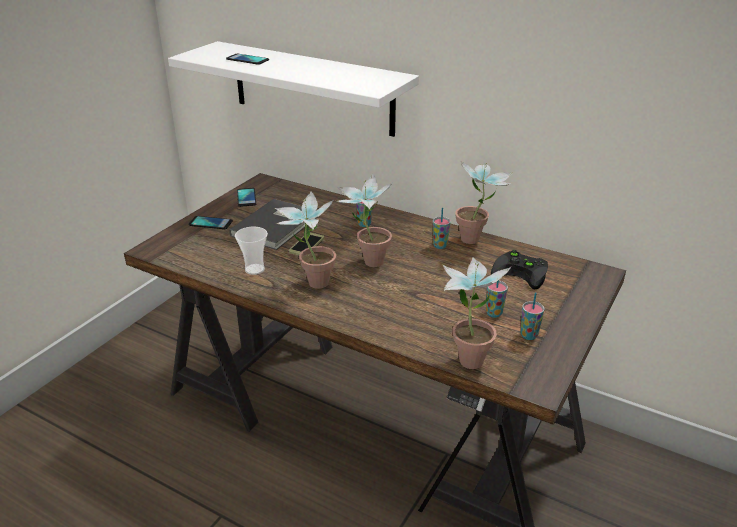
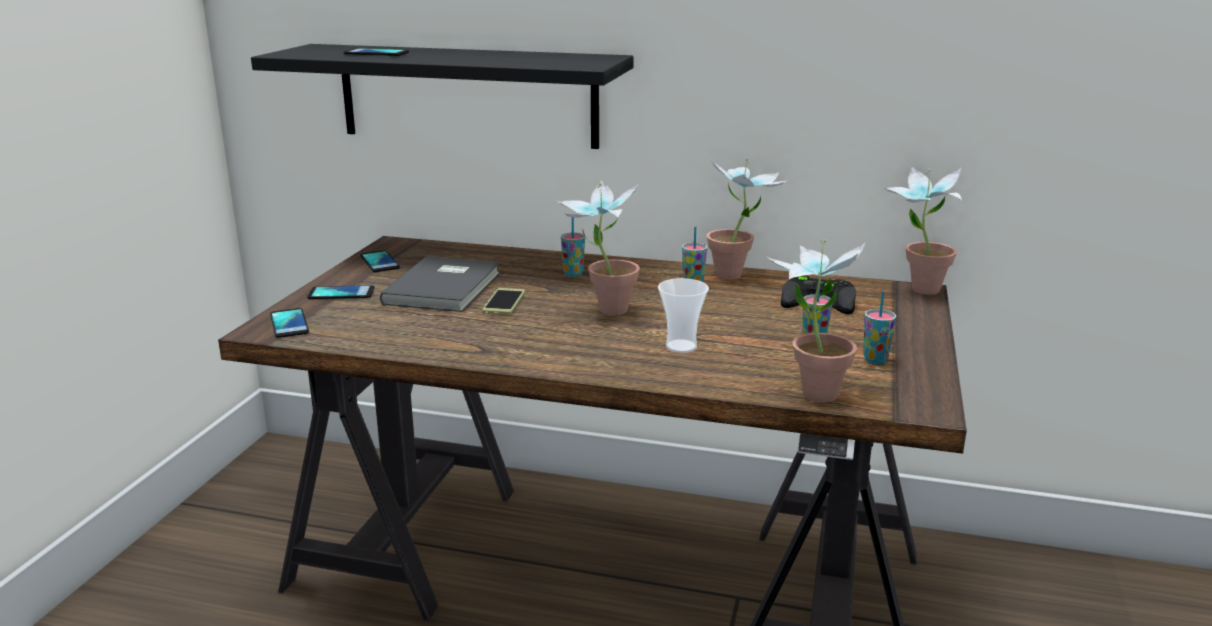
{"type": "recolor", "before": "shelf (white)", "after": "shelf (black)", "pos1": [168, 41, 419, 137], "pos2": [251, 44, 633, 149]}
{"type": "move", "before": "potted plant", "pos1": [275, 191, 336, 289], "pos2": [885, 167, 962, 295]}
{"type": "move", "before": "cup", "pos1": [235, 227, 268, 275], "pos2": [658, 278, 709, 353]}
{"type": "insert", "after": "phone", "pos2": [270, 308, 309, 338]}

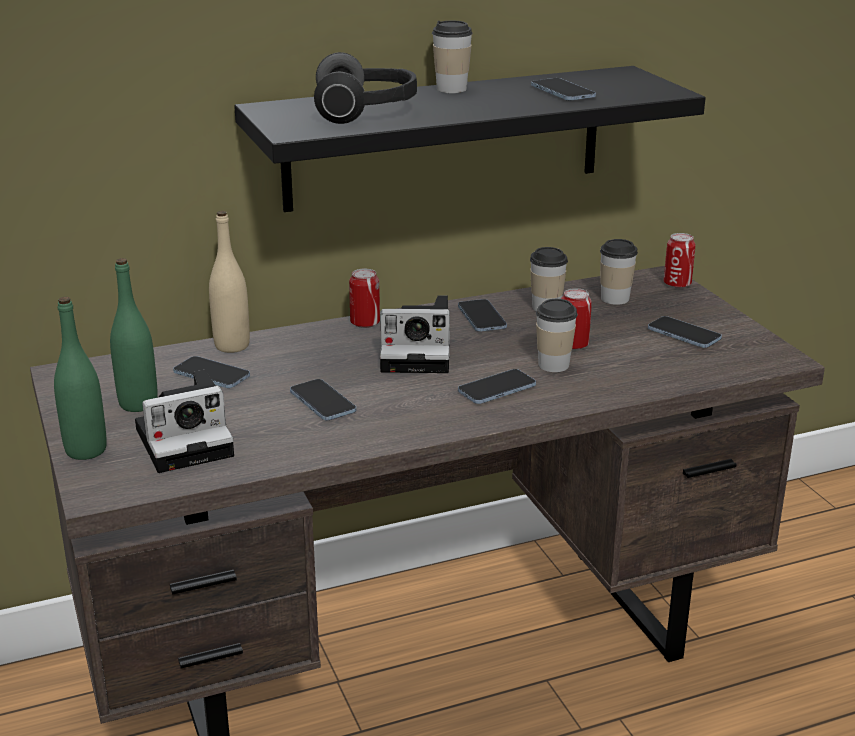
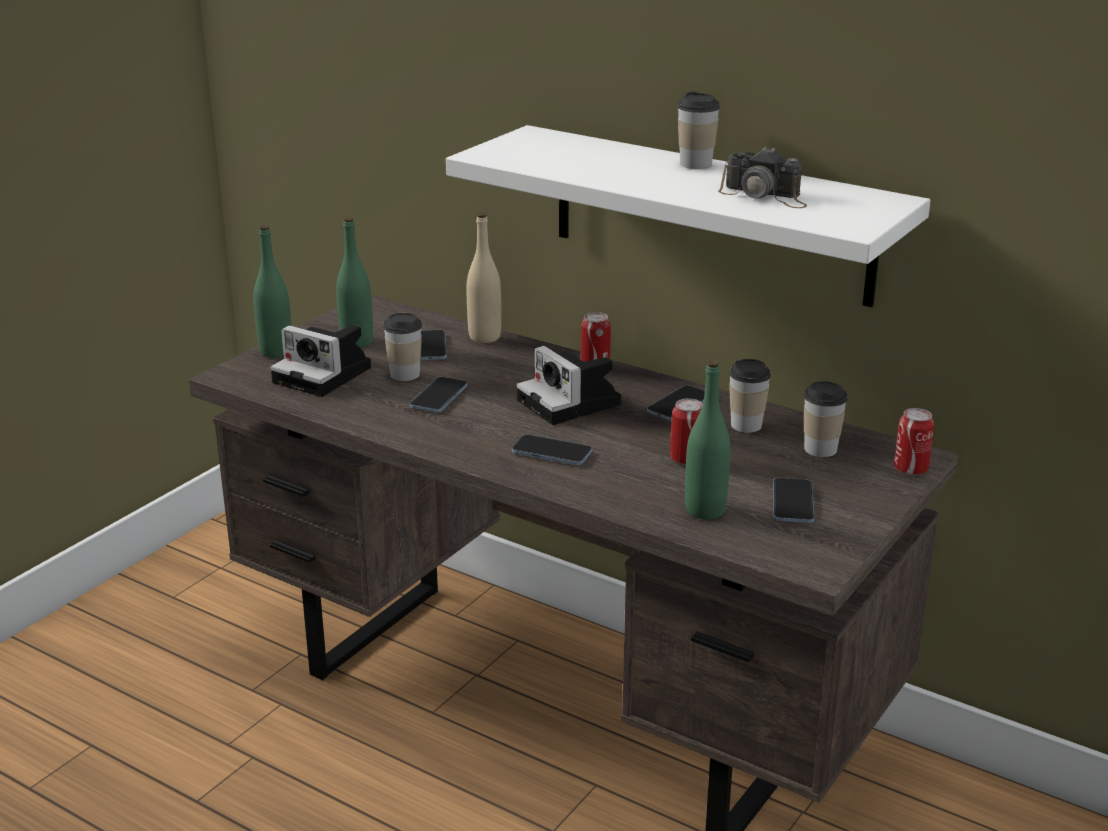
{"type": "delete", "before": "headphones", "pos1": [314, 52, 417, 124]}
{"type": "recolor", "before": "shelf (black)", "after": "shelf (white)", "pos1": [234, 66, 705, 212], "pos2": [446, 125, 931, 307]}
{"type": "replace", "before": "phone", "after": "photo camera", "pos1": [531, 78, 596, 100], "pos2": [718, 147, 807, 208]}
{"type": "move", "before": "cup", "pos1": [536, 299, 578, 372], "pos2": [383, 313, 422, 381]}
{"type": "insert", "after": "bottle (green)", "pos2": [685, 360, 730, 520]}

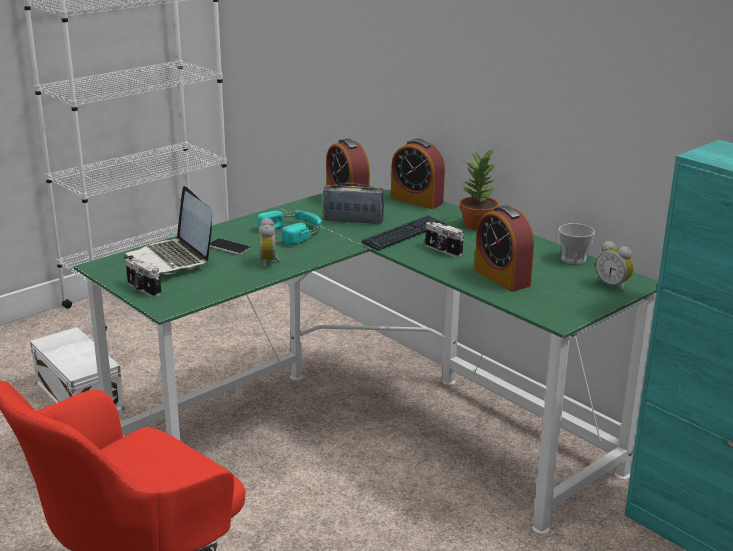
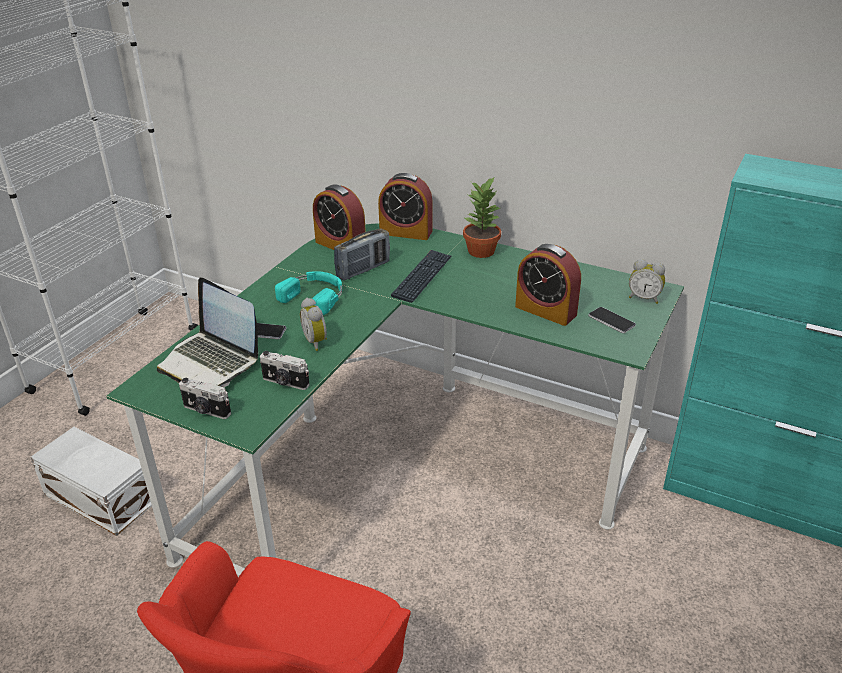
{"type": "rotate", "before": "radio", "pos1": [323, 183, 384, 224], "pos2": [334, 228, 390, 280], "turn": 150}
{"type": "move", "before": "photo camera", "pos1": [425, 220, 464, 257], "pos2": [260, 351, 310, 390]}
{"type": "delete", "before": "cup", "pos1": [558, 223, 595, 264]}
{"type": "insert", "after": "phone", "pos2": [588, 307, 636, 333]}

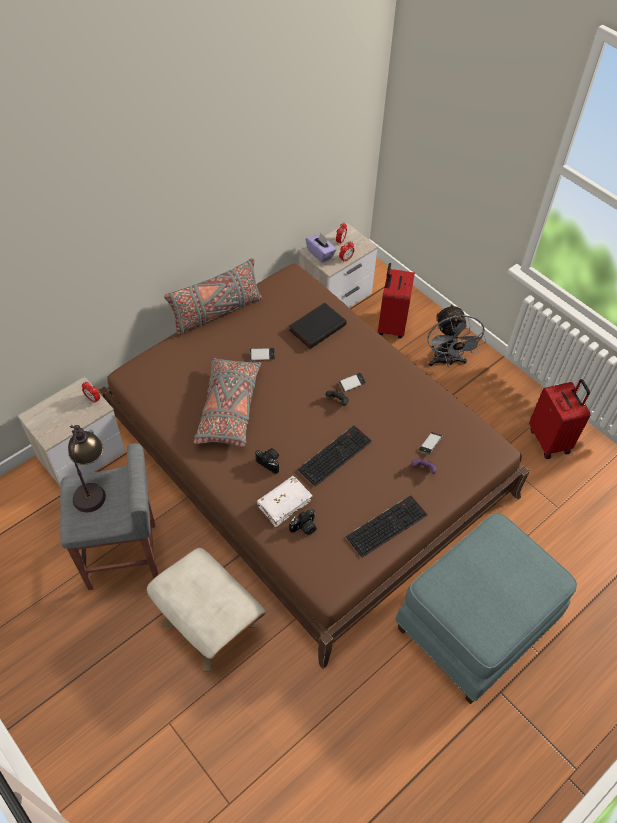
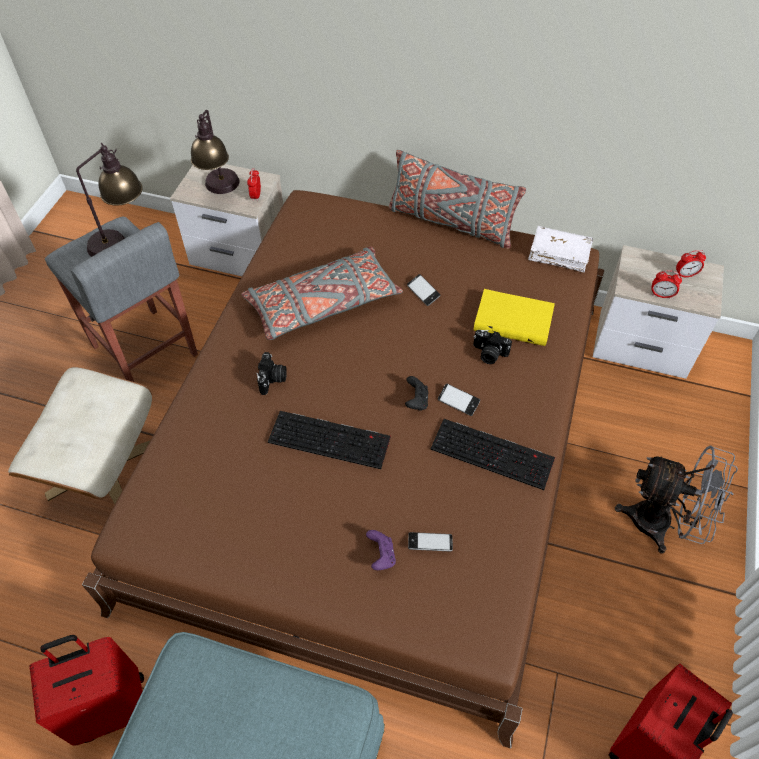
{"type": "delete", "before": "tissue box (purple)", "pos1": [306, 232, 337, 263]}
{"type": "move", "before": "suitcase (red)", "pos1": [378, 263, 415, 338], "pos2": [30, 635, 144, 746]}
{"type": "recolor", "before": "book (black)", "after": "book (yellow)", "pos1": [289, 303, 347, 349], "pos2": [473, 289, 555, 346]}
{"type": "rotate", "before": "fan (grey)", "pos1": [427, 304, 487, 367], "pos2": [615, 445, 738, 553], "turn": -120}
{"type": "move", "before": "book (white)", "pos1": [257, 476, 312, 527], "pos2": [528, 226, 593, 272]}
{"type": "move", "before": "keyboard", "pos1": [346, 495, 428, 558], "pos2": [430, 419, 555, 490]}
{"type": "move", "before": "photo camera", "pos1": [289, 509, 317, 536], "pos2": [473, 330, 512, 364]}
{"type": "insert", "after": "table lamp", "pos2": [191, 110, 240, 194]}

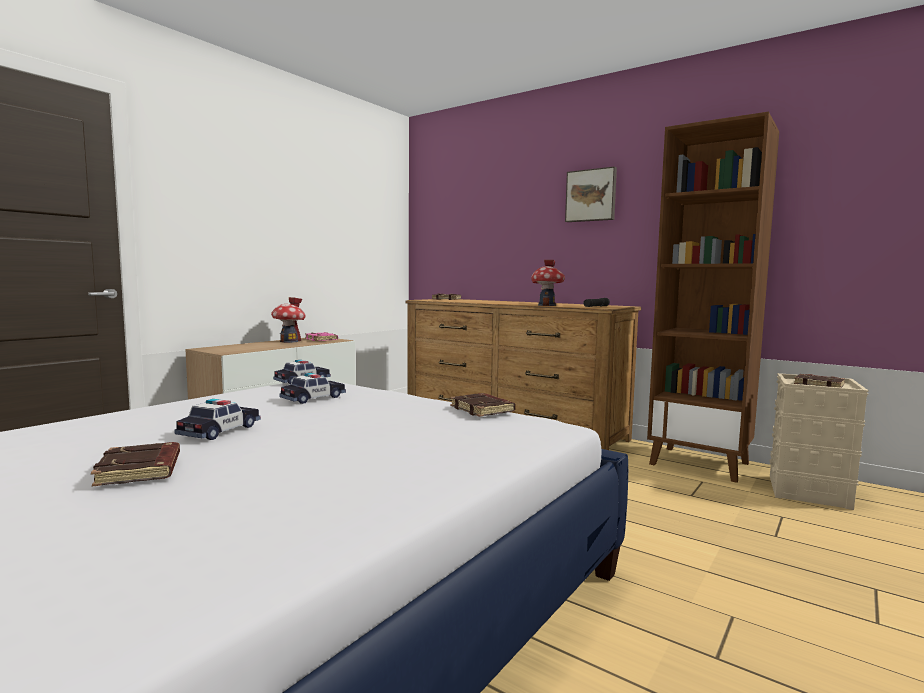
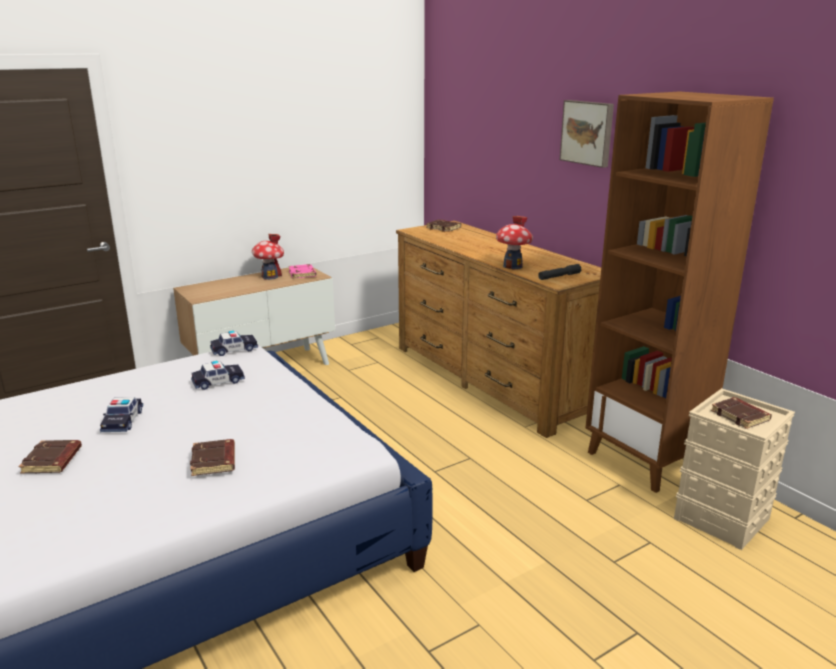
{"type": "move", "before": "book (brown)", "pos1": [450, 393, 515, 417], "pos2": [190, 439, 235, 476]}
{"type": "rotate", "before": "toy car", "pos1": [174, 399, 261, 440], "pos2": [100, 397, 143, 432], "turn": 135}

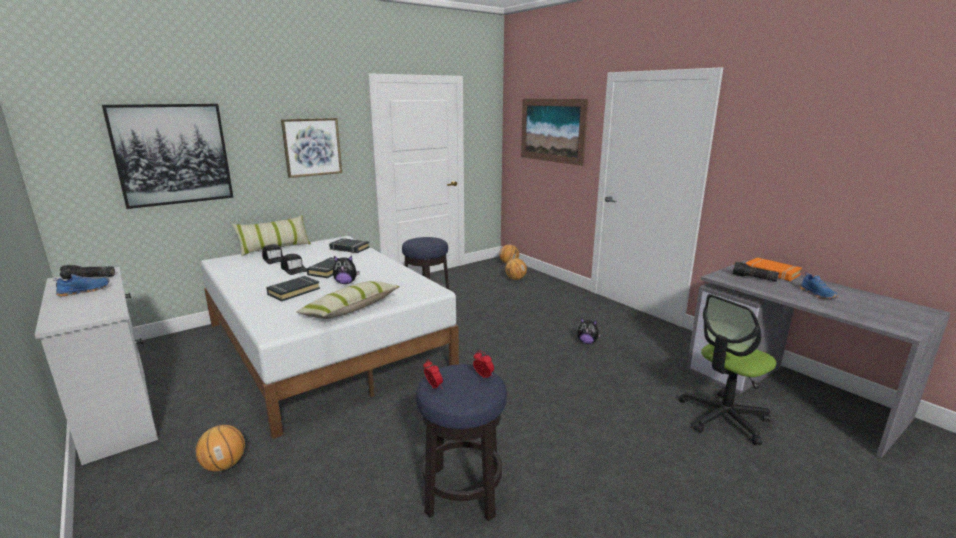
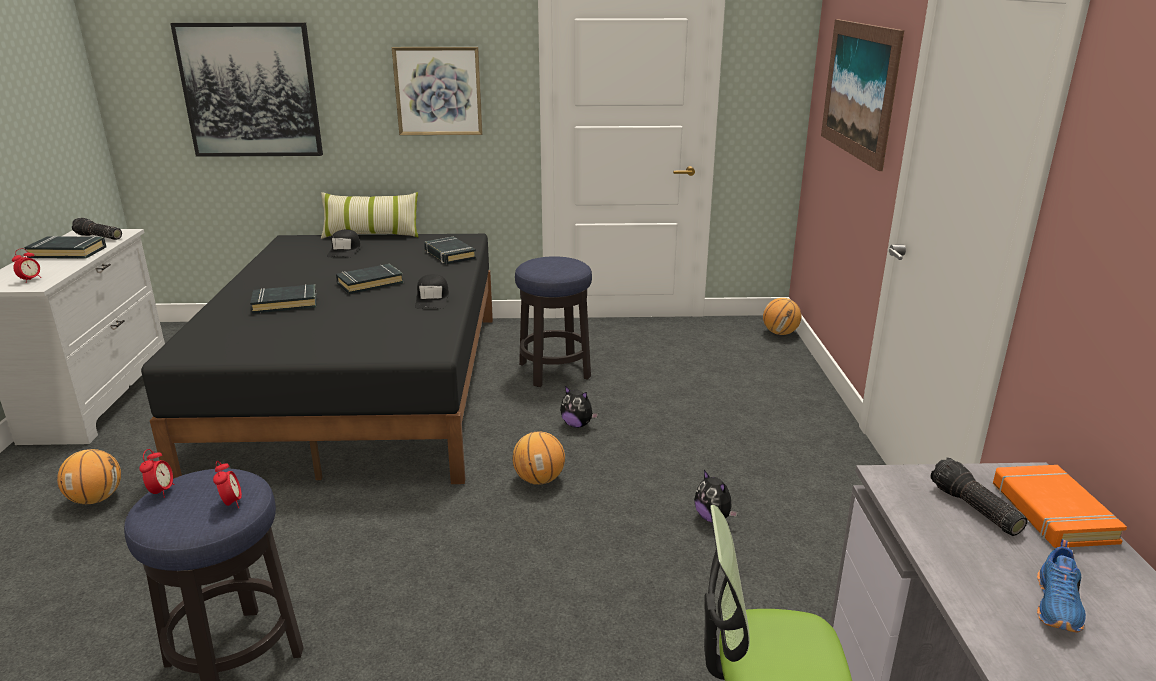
{"type": "recolor", "before": "bed (white)", "after": "bed (black)", "pos1": [201, 236, 459, 439], "pos2": [141, 234, 493, 484]}
{"type": "move", "before": "cap (black)", "pos1": [281, 254, 307, 275], "pos2": [415, 274, 449, 309]}
{"type": "move", "before": "plush toy", "pos1": [333, 256, 360, 284], "pos2": [560, 386, 598, 428]}
{"type": "move", "before": "basketball", "pos1": [505, 258, 527, 280], "pos2": [512, 432, 565, 485]}
{"type": "replace", "before": "shoe (blue)", "after": "book (black)", "pos1": [53, 274, 109, 297], "pos2": [24, 236, 106, 259]}
{"type": "delete", "before": "pillow", "pos1": [296, 281, 400, 319]}
{"type": "insert", "after": "alarm clock", "pos2": [12, 248, 42, 283]}

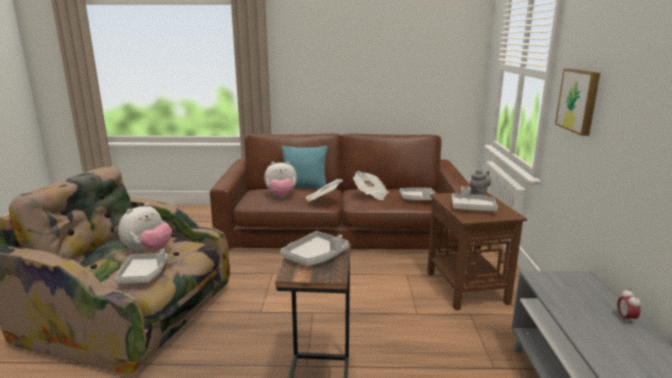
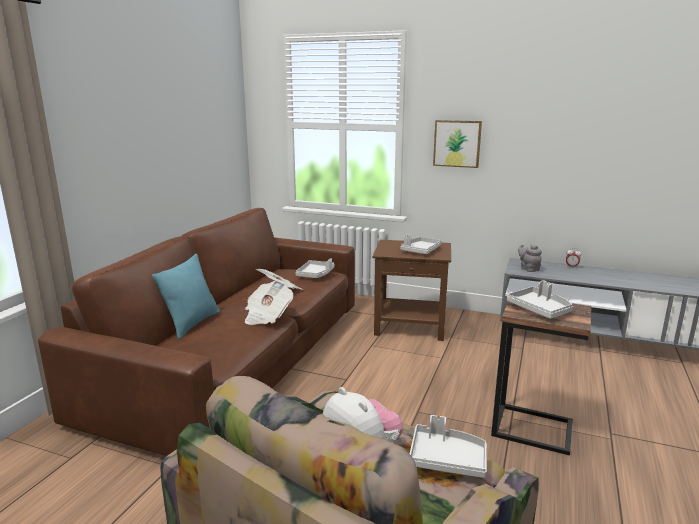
{"type": "delete", "before": "plush toy", "pos1": [264, 161, 297, 197]}
{"type": "move", "before": "teapot (grey)", "pos1": [470, 169, 491, 196], "pos2": [518, 244, 542, 272]}

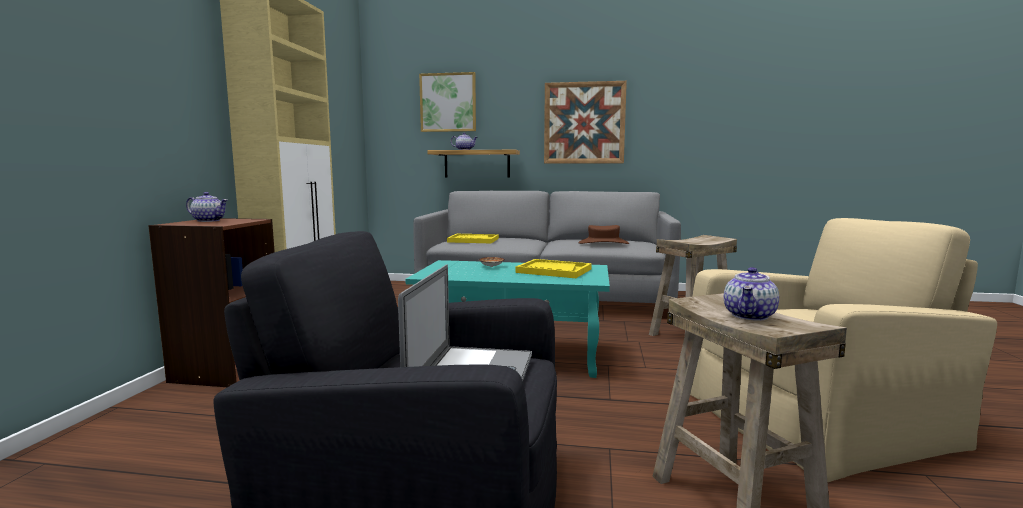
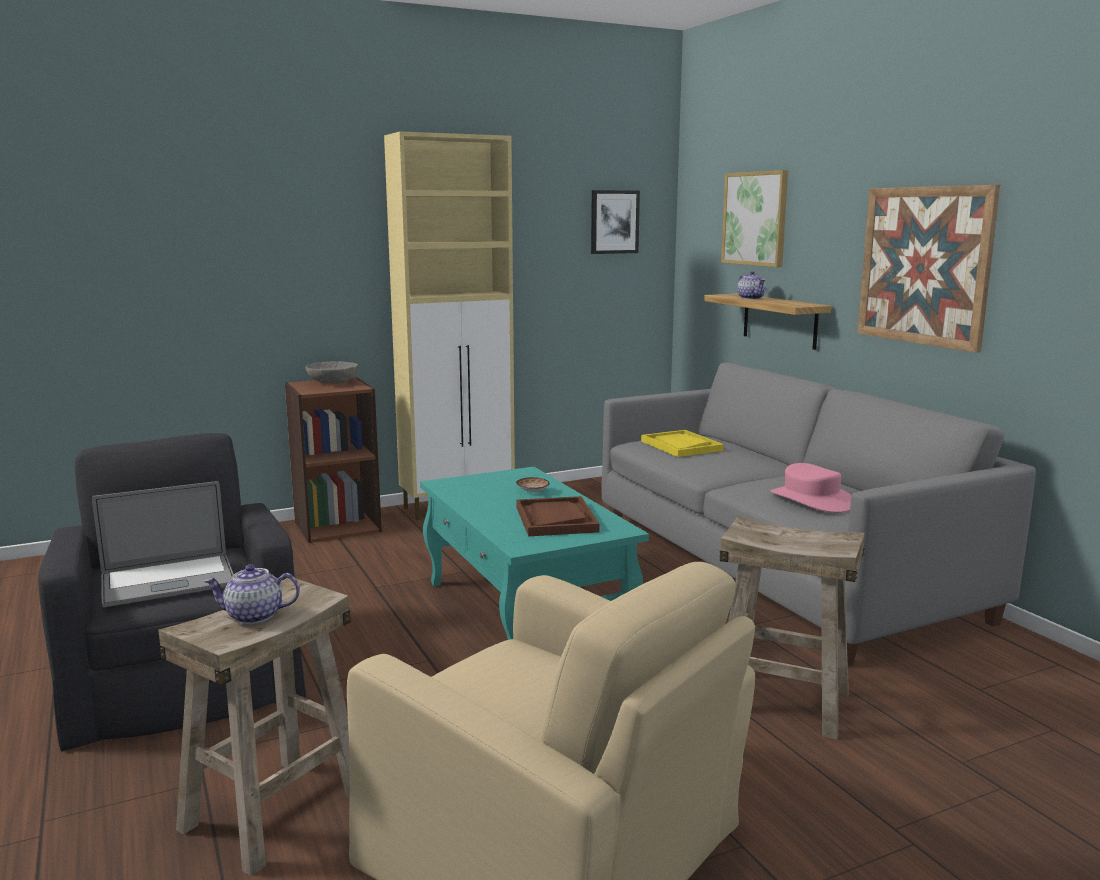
{"type": "replace", "before": "teapot", "after": "bowl (grey)", "pos1": [186, 192, 228, 222], "pos2": [305, 361, 358, 384]}
{"type": "recolor", "before": "hat (brown)", "after": "hat (pink)", "pos1": [578, 225, 629, 244], "pos2": [770, 463, 851, 513]}
{"type": "recolor", "before": "tray (yellow)", "after": "tray (brown)", "pos1": [515, 259, 592, 278], "pos2": [516, 496, 600, 536]}
{"type": "insert", "after": "picture", "pos2": [591, 190, 640, 254]}

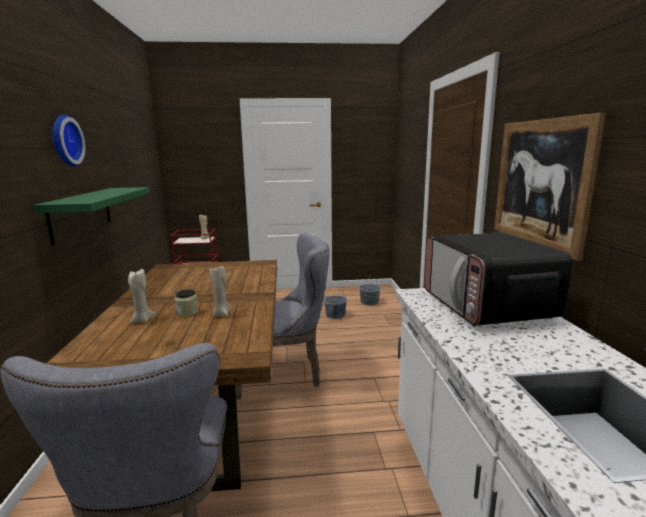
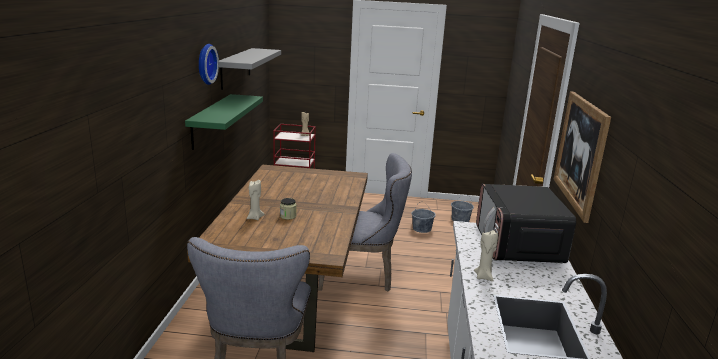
{"type": "move", "before": "candle (beige)", "pos1": [209, 266, 230, 317], "pos2": [474, 230, 498, 281]}
{"type": "insert", "after": "shelf (grey)", "pos2": [219, 48, 281, 90]}

